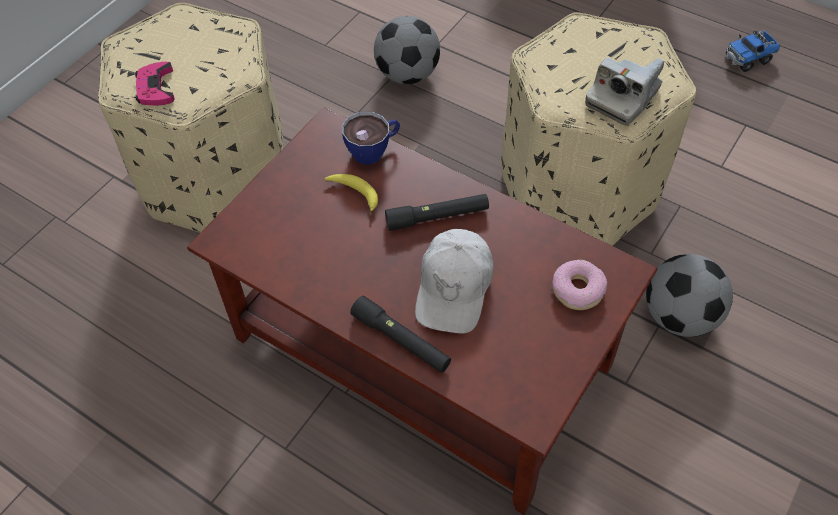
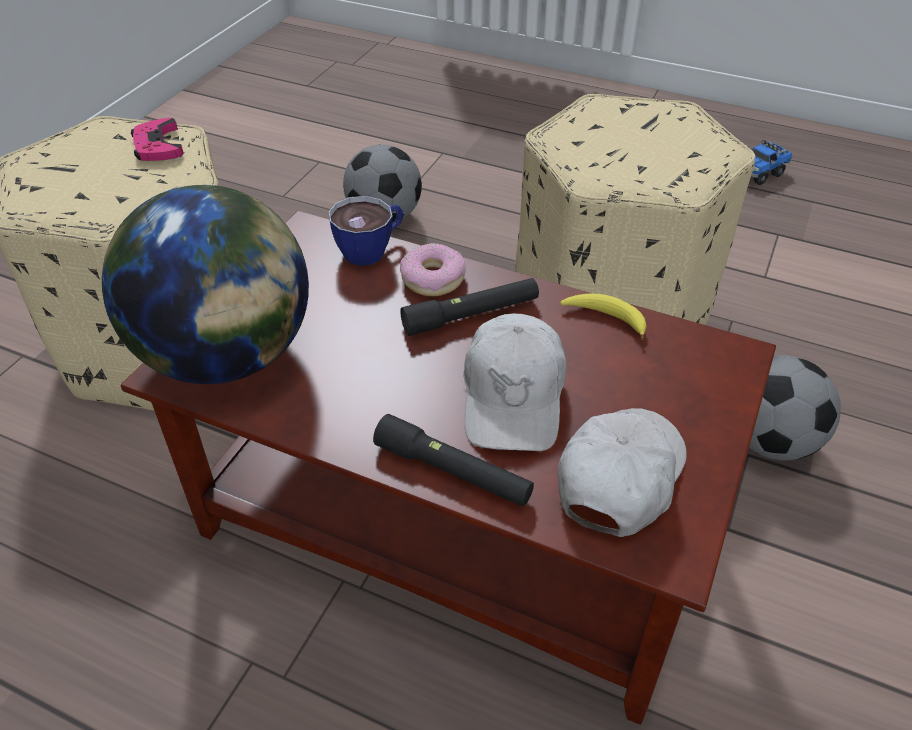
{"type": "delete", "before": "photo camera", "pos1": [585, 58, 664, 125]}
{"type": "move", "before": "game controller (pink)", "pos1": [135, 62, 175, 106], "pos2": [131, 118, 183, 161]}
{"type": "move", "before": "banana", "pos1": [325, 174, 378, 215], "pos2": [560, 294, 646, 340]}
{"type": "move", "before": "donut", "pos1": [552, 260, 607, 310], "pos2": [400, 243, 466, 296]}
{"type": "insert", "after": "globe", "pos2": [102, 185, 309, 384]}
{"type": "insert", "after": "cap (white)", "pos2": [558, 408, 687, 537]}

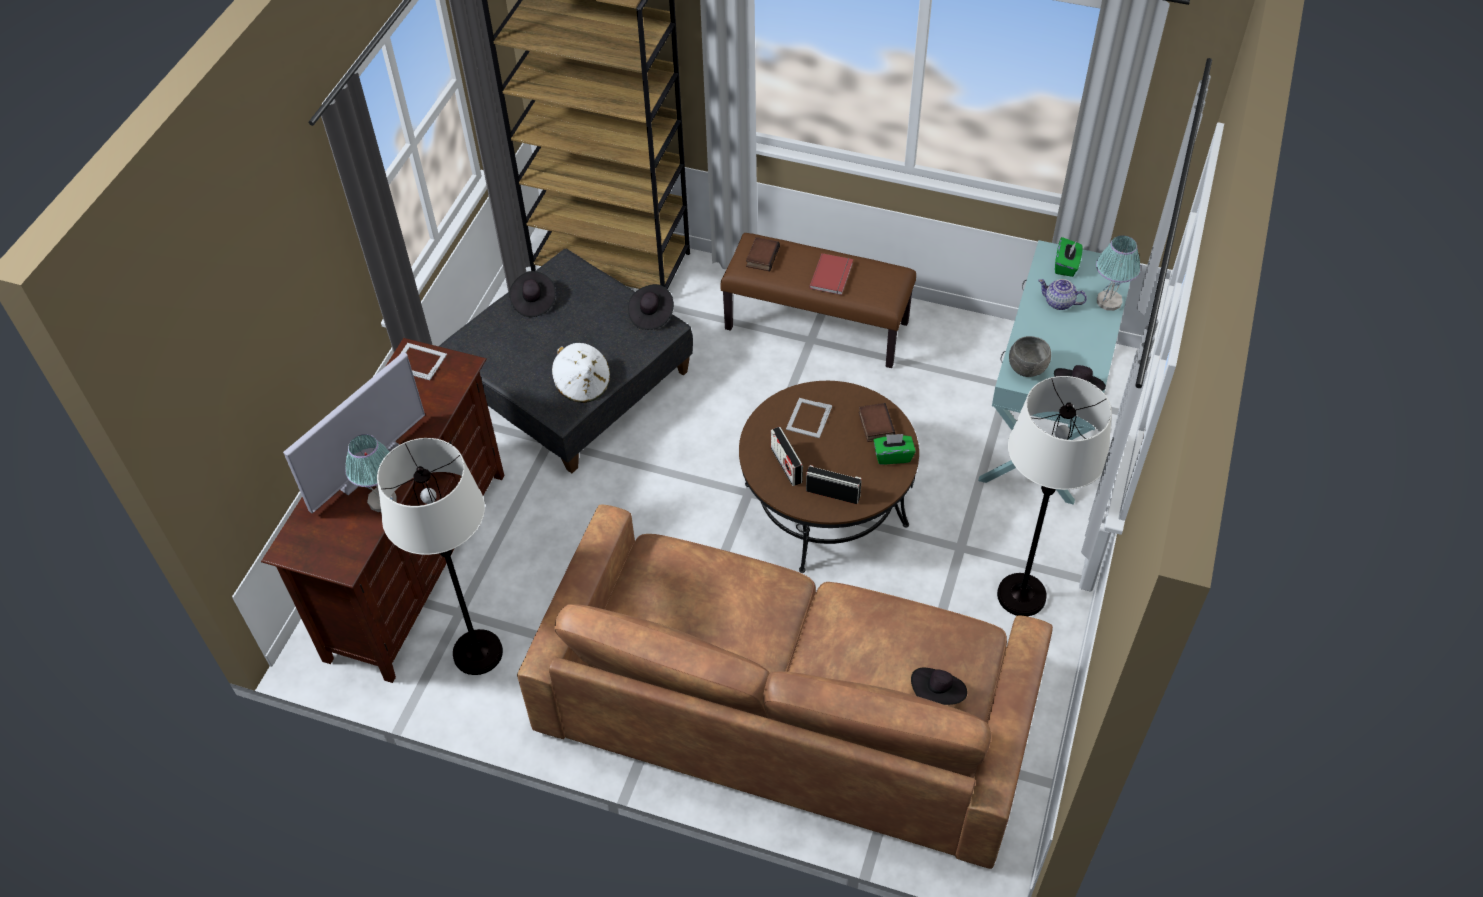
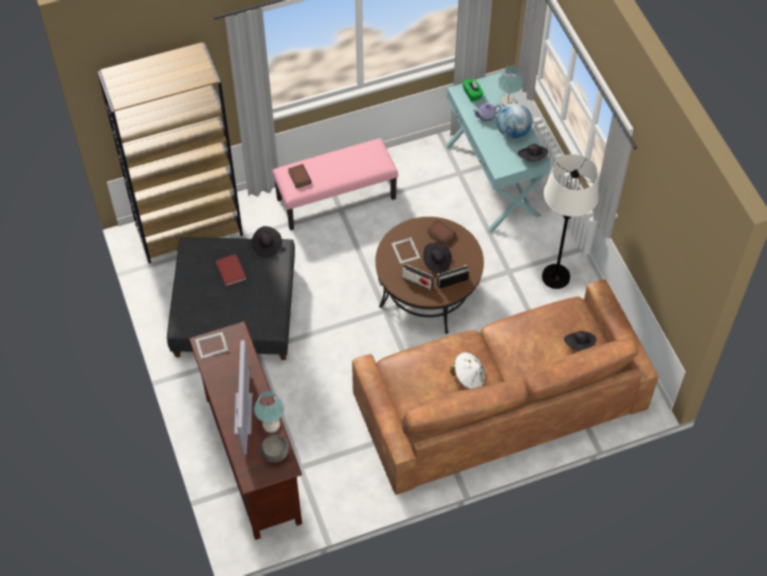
{"type": "recolor", "before": "bench (brown)", "after": "bench (pink)", "pos1": [720, 233, 916, 368], "pos2": [272, 138, 398, 230]}
{"type": "move", "before": "book (red)", "pos1": [809, 253, 853, 295], "pos2": [216, 254, 246, 286]}
{"type": "move", "before": "hat (black)", "pos1": [509, 271, 556, 317], "pos2": [423, 243, 452, 274]}
{"type": "move", "before": "bowl (grey)", "pos1": [1009, 336, 1051, 377], "pos2": [260, 434, 289, 463]}
{"type": "move", "before": "hat (white)", "pos1": [552, 343, 610, 403], "pos2": [450, 352, 486, 389]}
{"type": "delete", "before": "tissue box (green)", "pos1": [873, 434, 916, 465]}
{"type": "delete", "before": "floor lamp (white)", "pos1": [377, 438, 503, 675]}
{"type": "insert", "after": "globe", "pos2": [497, 103, 532, 139]}

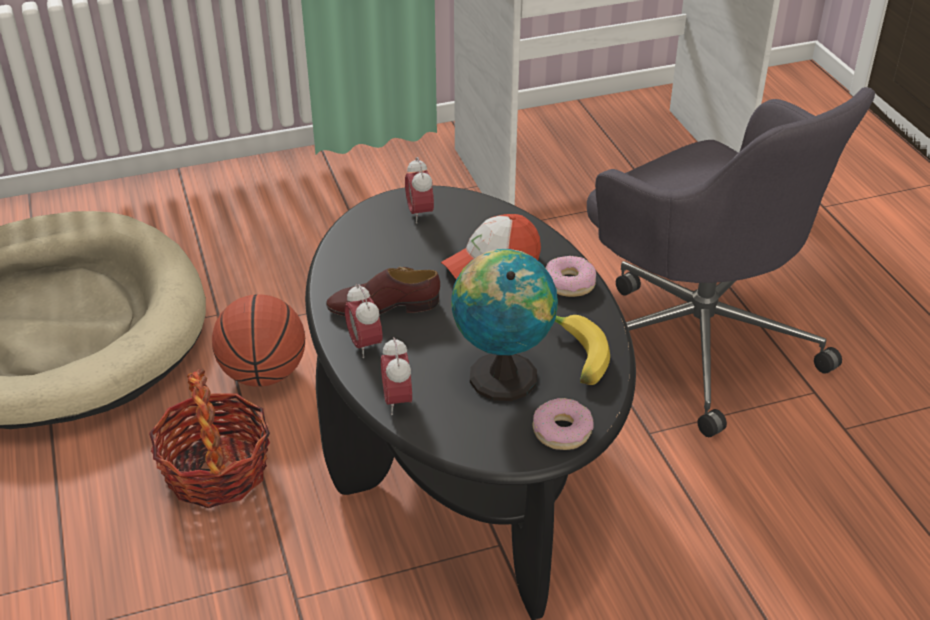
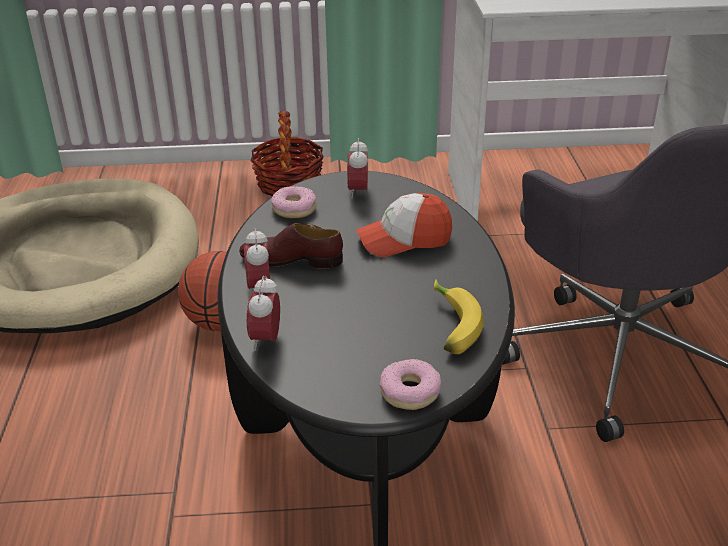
{"type": "delete", "before": "globe", "pos1": [451, 249, 558, 401]}
{"type": "move", "before": "donut", "pos1": [546, 256, 596, 297], "pos2": [271, 186, 317, 218]}
{"type": "move", "before": "basket", "pos1": [149, 368, 270, 508], "pos2": [251, 111, 324, 197]}

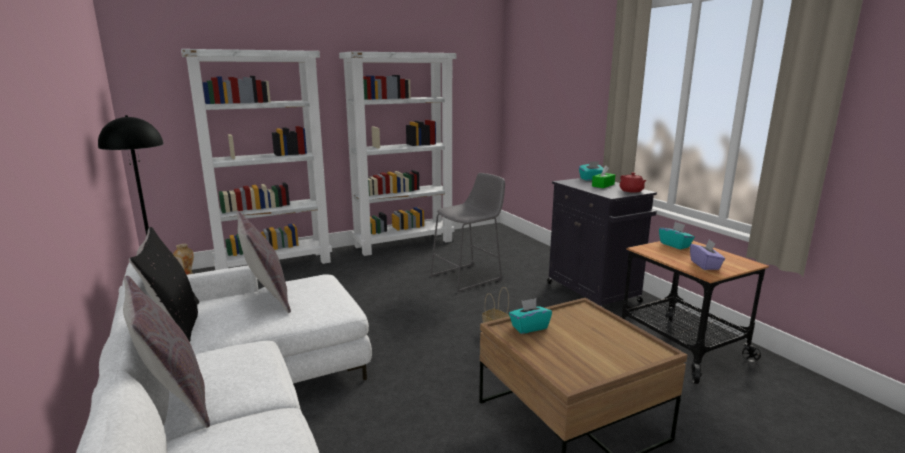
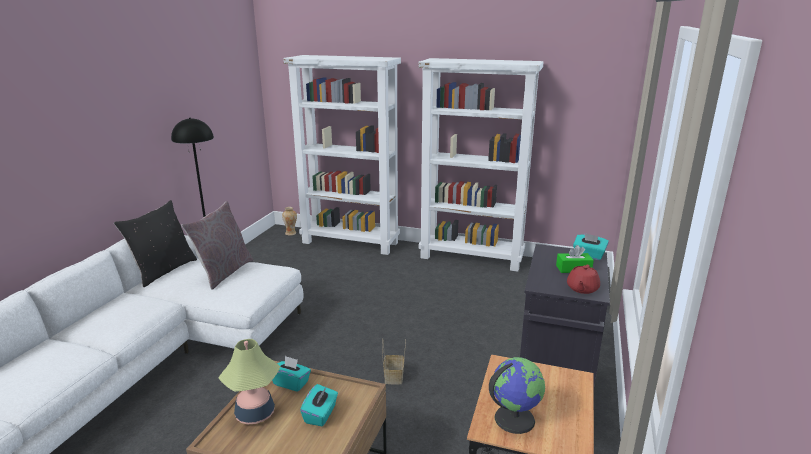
{"type": "delete", "before": "stool (grey)", "pos1": [429, 173, 505, 292]}
{"type": "move", "before": "tissue box (turquoise)", "pos1": [659, 222, 695, 249], "pos2": [300, 384, 338, 427]}
{"type": "replace", "before": "tissue box (purple)", "after": "globe", "pos1": [690, 239, 725, 270], "pos2": [489, 357, 545, 434]}
{"type": "delete", "before": "pillow (grey)", "pos1": [123, 276, 210, 428]}
{"type": "insert", "after": "table lamp", "pos2": [218, 339, 280, 424]}

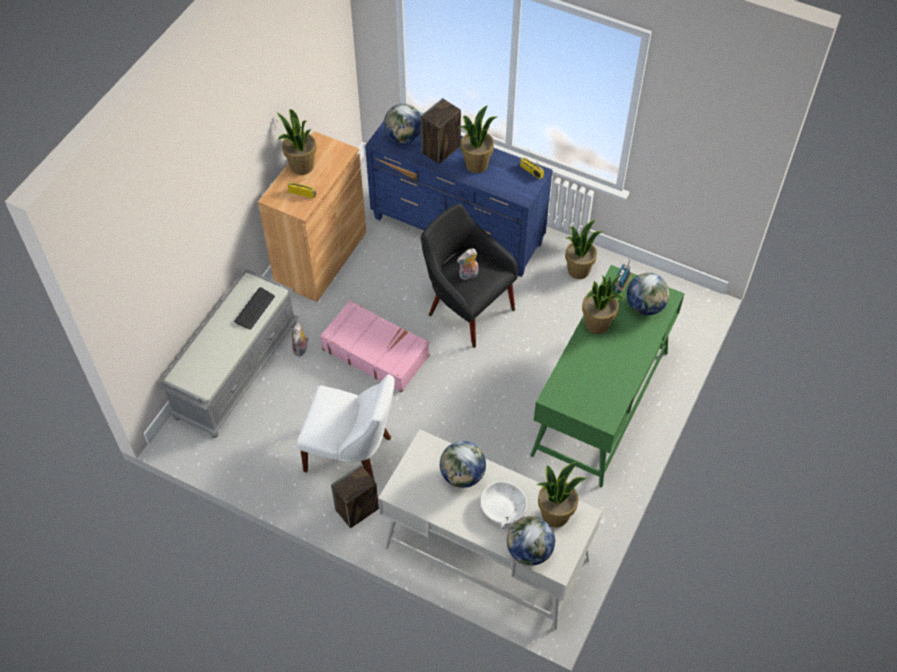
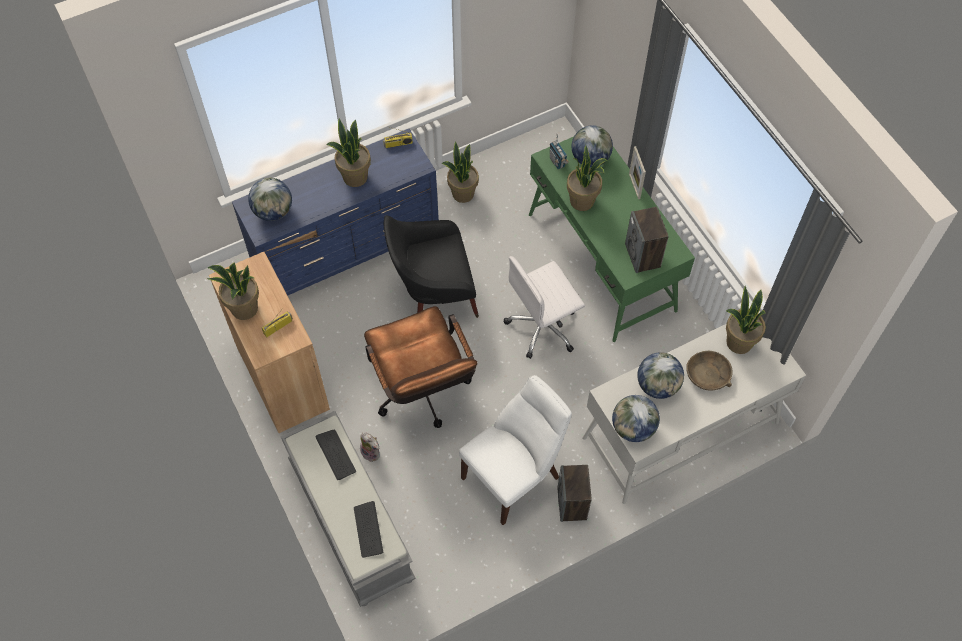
{"type": "move", "before": "speaker", "pos1": [421, 98, 461, 164], "pos2": [625, 207, 669, 273]}
{"type": "delete", "before": "plush toy", "pos1": [457, 248, 478, 280]}
{"type": "replace", "before": "suitcase (pink)", "after": "office chair (brown)", "pos1": [320, 300, 430, 392], "pos2": [364, 306, 478, 428]}
{"type": "recolor", "before": "bowl (white)", "after": "bowl (brown)", "pos1": [480, 481, 527, 529], "pos2": [686, 351, 733, 390]}
{"type": "move", "before": "globe", "pos1": [507, 516, 555, 566], "pos2": [612, 395, 660, 442]}
{"type": "insert", "after": "picture frame", "pos2": [629, 146, 646, 199]}
{"type": "insert", "after": "office chair (white)", "pos2": [504, 256, 585, 359]}
{"type": "insert", "after": "keyboard", "pos2": [354, 501, 383, 558]}

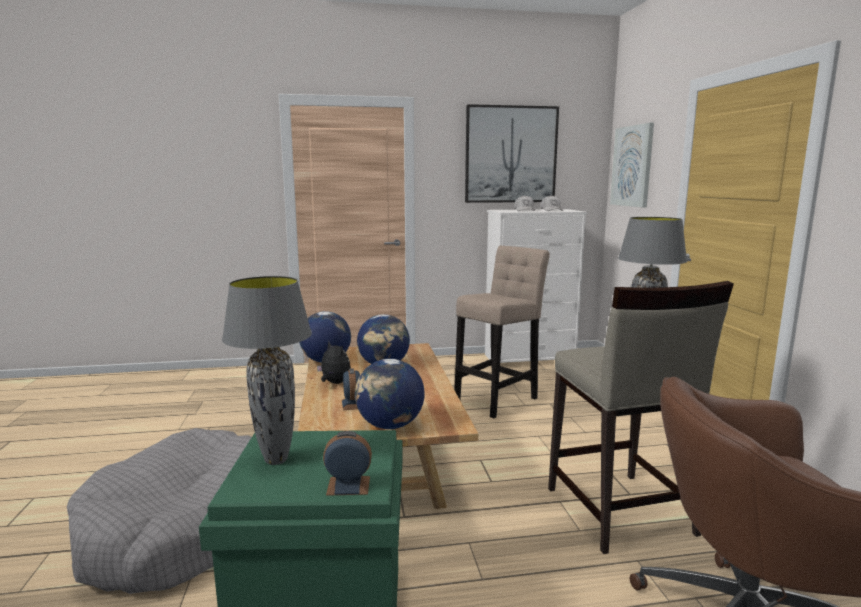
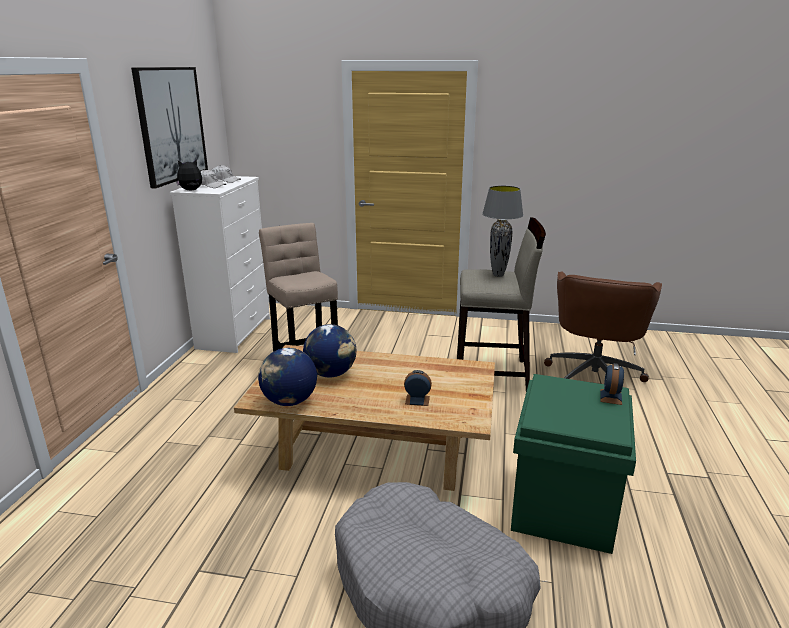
{"type": "delete", "before": "picture", "pos1": [610, 123, 654, 207]}
{"type": "delete", "before": "table lamp (grey)", "pos1": [222, 276, 312, 465]}
{"type": "move", "before": "plush toy", "pos1": [317, 341, 351, 384], "pos2": [176, 159, 202, 190]}
{"type": "delete", "before": "globe", "pos1": [355, 359, 425, 429]}

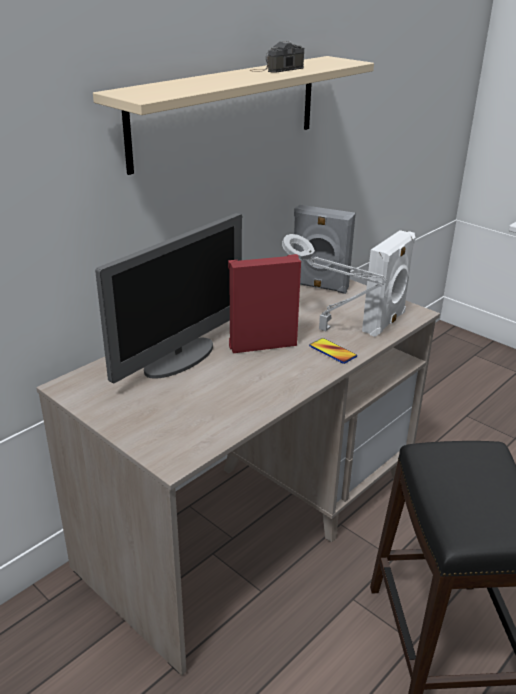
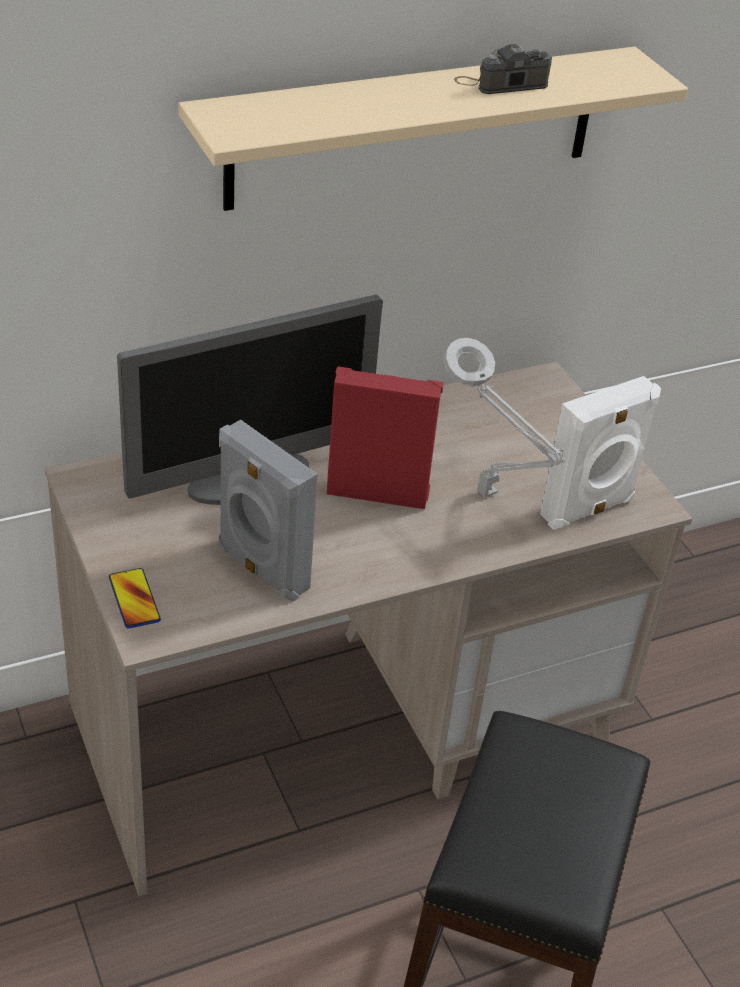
{"type": "move", "before": "speaker (grey)", "pos1": [293, 205, 356, 294], "pos2": [219, 420, 317, 602]}
{"type": "move", "before": "phone", "pos1": [309, 338, 357, 364], "pos2": [109, 568, 161, 628]}

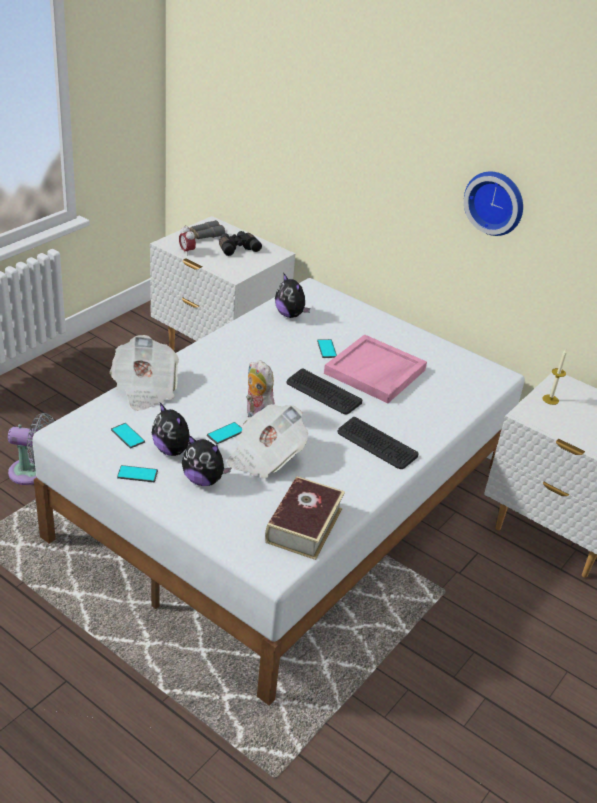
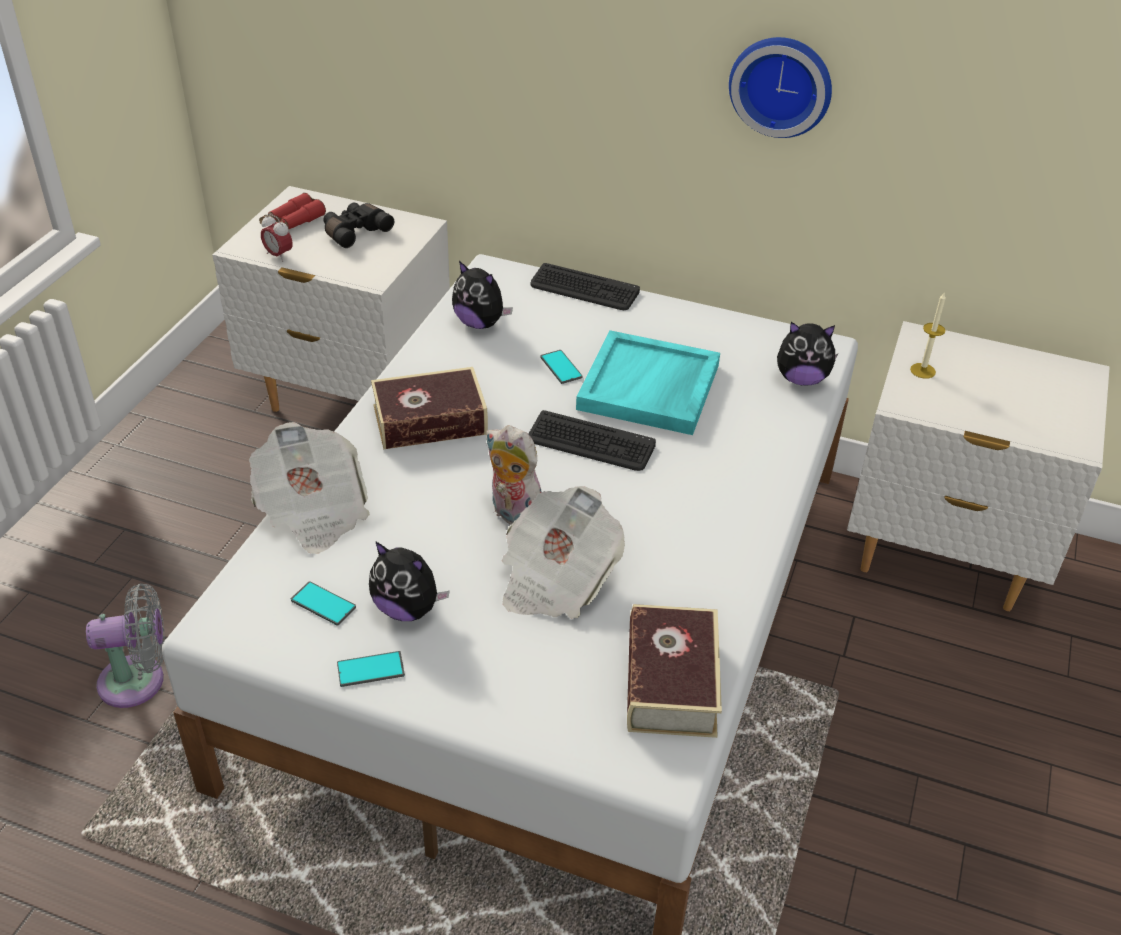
{"type": "recolor", "before": "binoculars (grey)", "after": "binoculars (red)", "pos1": [184, 220, 225, 239], "pos2": [259, 193, 326, 229]}
{"type": "recolor", "before": "tray (pink)", "after": "tray (turquoise)", "pos1": [324, 334, 427, 403], "pos2": [576, 330, 720, 435]}
{"type": "move", "before": "keyboard", "pos1": [337, 417, 419, 469], "pos2": [530, 263, 640, 310]}
{"type": "delete", "before": "phone", "pos1": [207, 422, 242, 444]}
{"type": "move", "before": "plush toy", "pos1": [182, 435, 232, 486], "pos2": [777, 322, 838, 385]}
{"type": "insert", "after": "book", "pos2": [371, 367, 488, 450]}

